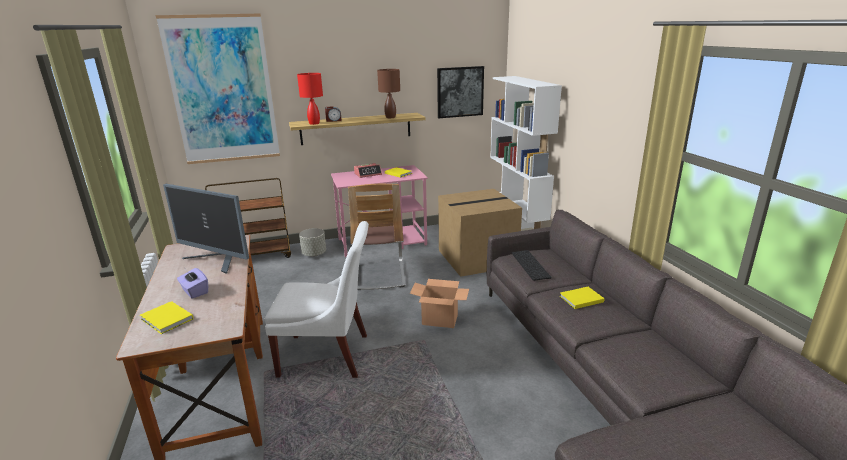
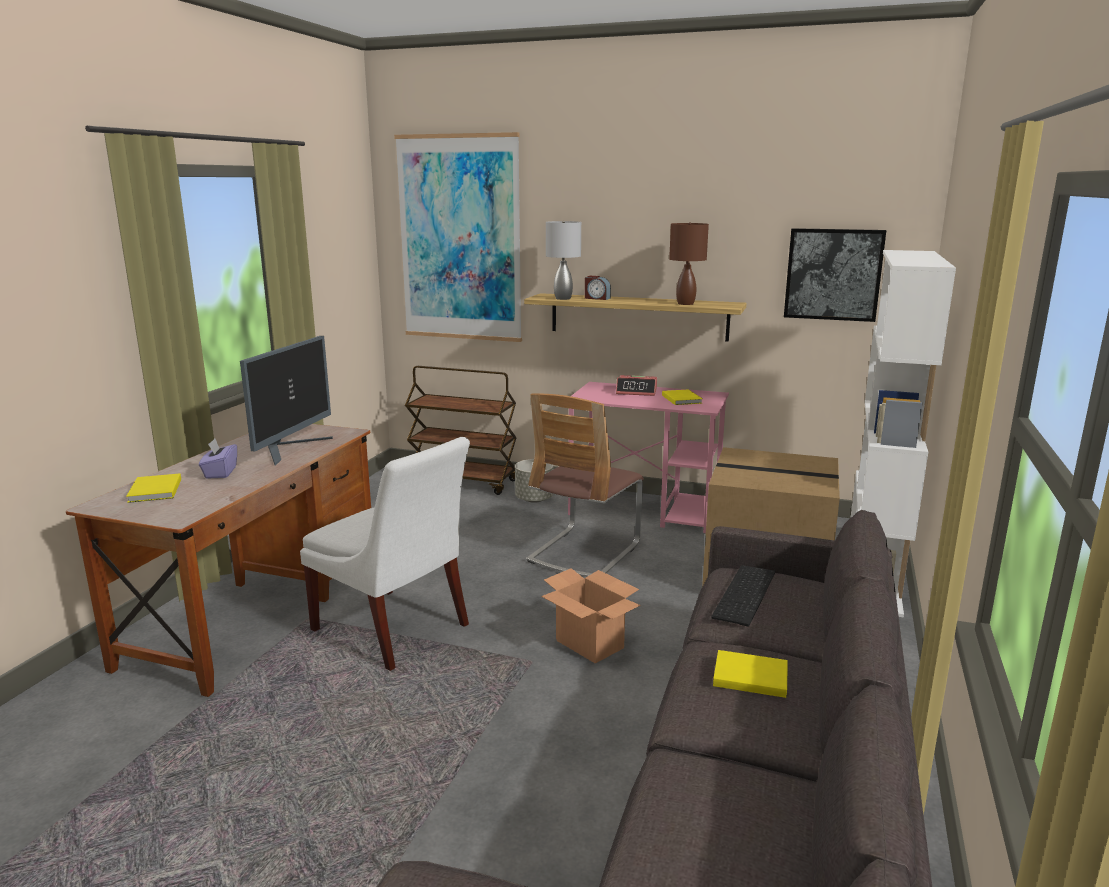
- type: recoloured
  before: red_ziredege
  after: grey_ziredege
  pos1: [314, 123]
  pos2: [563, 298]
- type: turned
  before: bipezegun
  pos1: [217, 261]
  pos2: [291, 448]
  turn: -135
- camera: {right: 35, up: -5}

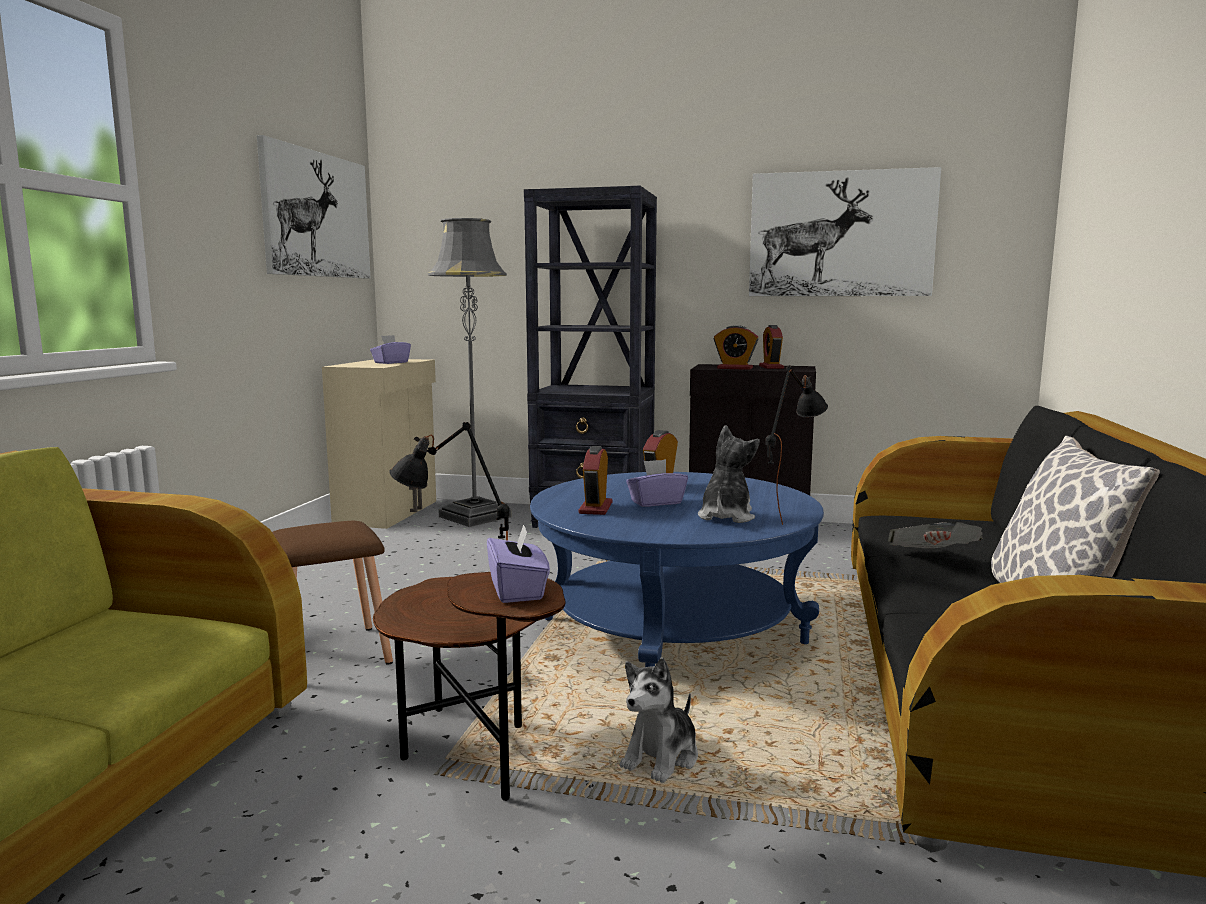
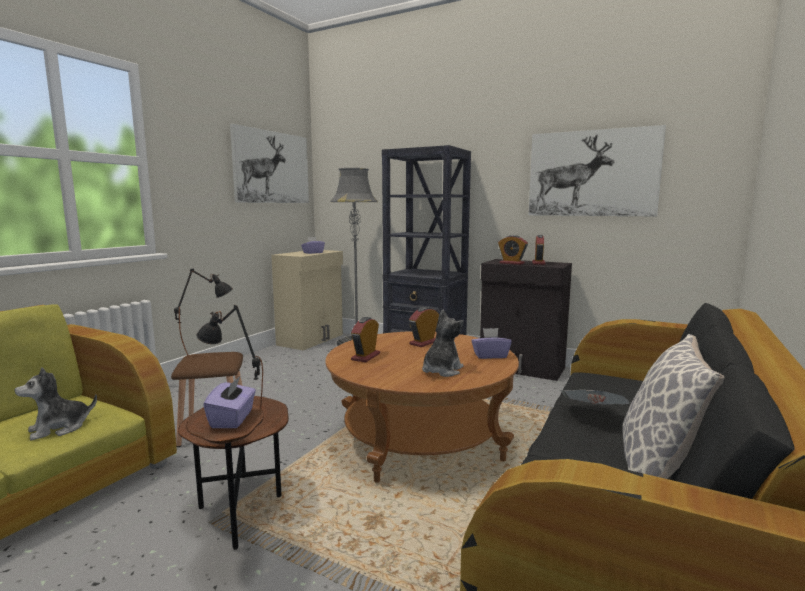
- type: moved
  before: black_ziredege
  pos1: [789, 515]
  pos2: [208, 352]
- type: moved
  before: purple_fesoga
  pos1: [656, 502]
  pos2: [490, 355]
- type: recoloured
  before: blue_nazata
  after: brown_nazata
  pos1: [672, 631]
  pos2: [420, 439]
- type: moved
  before: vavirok
  pos1: [661, 757]
  pos2: [59, 428]
- camera: {right: 15, up: 0}

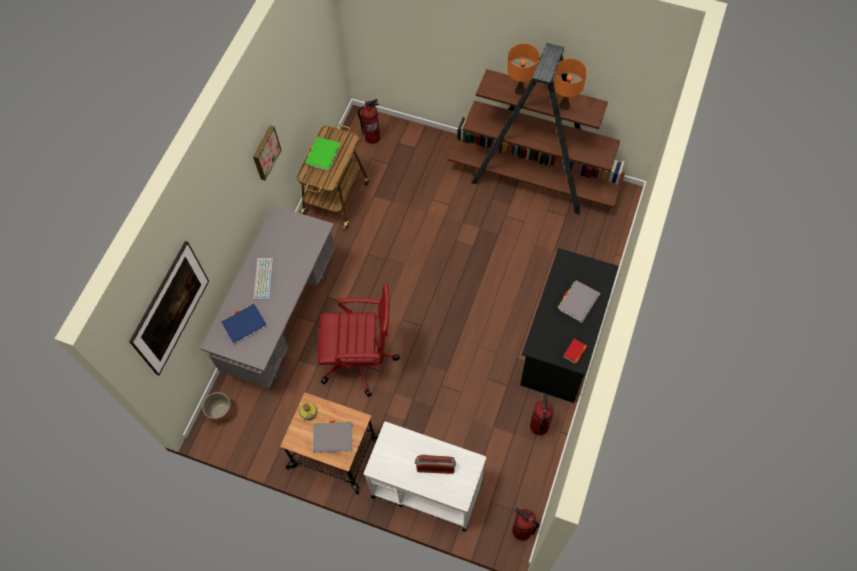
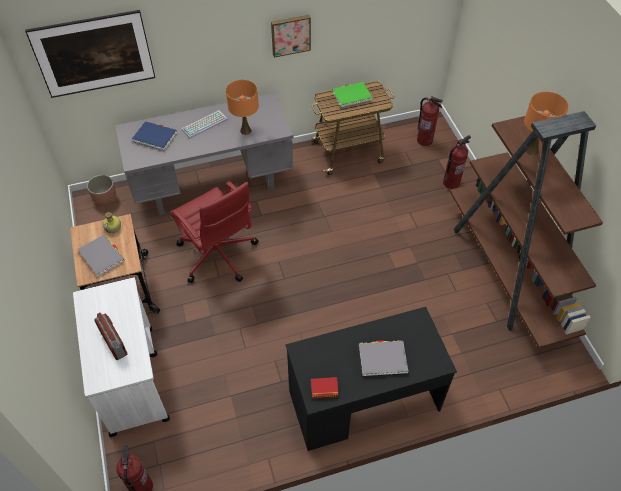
- type: moved
  before: orange_ziredege
  pos1: [564, 105]
  pos2: [246, 131]
- type: moved
  before: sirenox
  pos1: [539, 426]
  pos2: [451, 183]
- camera: {right: 50, up: -10}

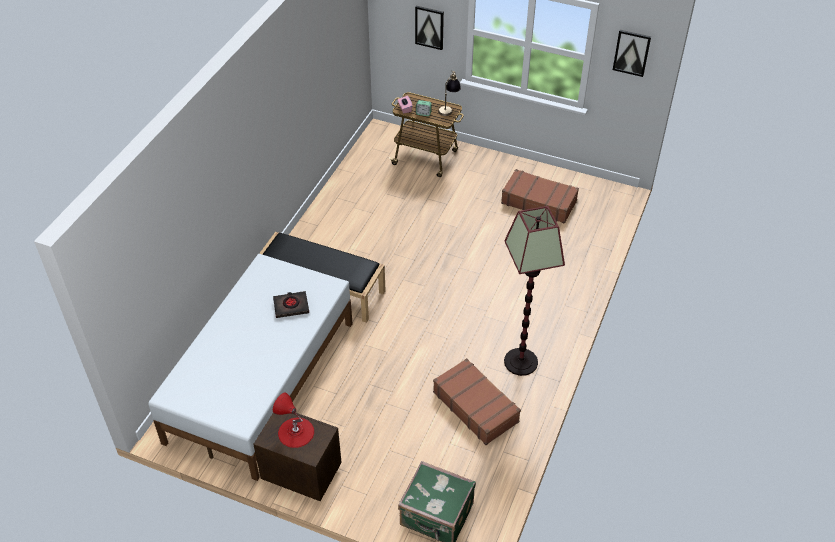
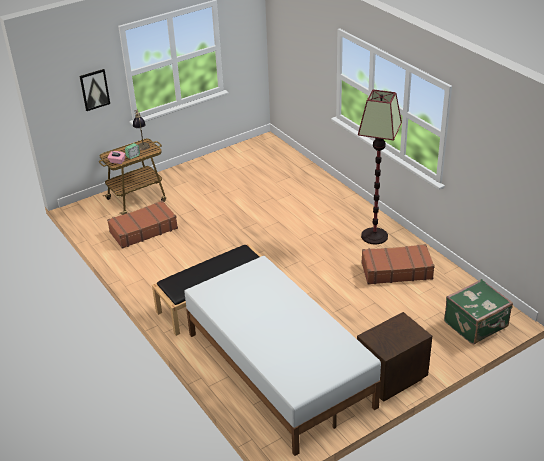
- type: removed
  before: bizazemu
  pos1: [631, 52]
- type: moved
  before: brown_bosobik
  pos1: [538, 202]
  pos2: [143, 230]
- type: removed
  before: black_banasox
  pos1: [291, 306]
- type: removed
  before: red_ziredege
  pos1: [295, 432]
- camera: {right: -55, up: -10}

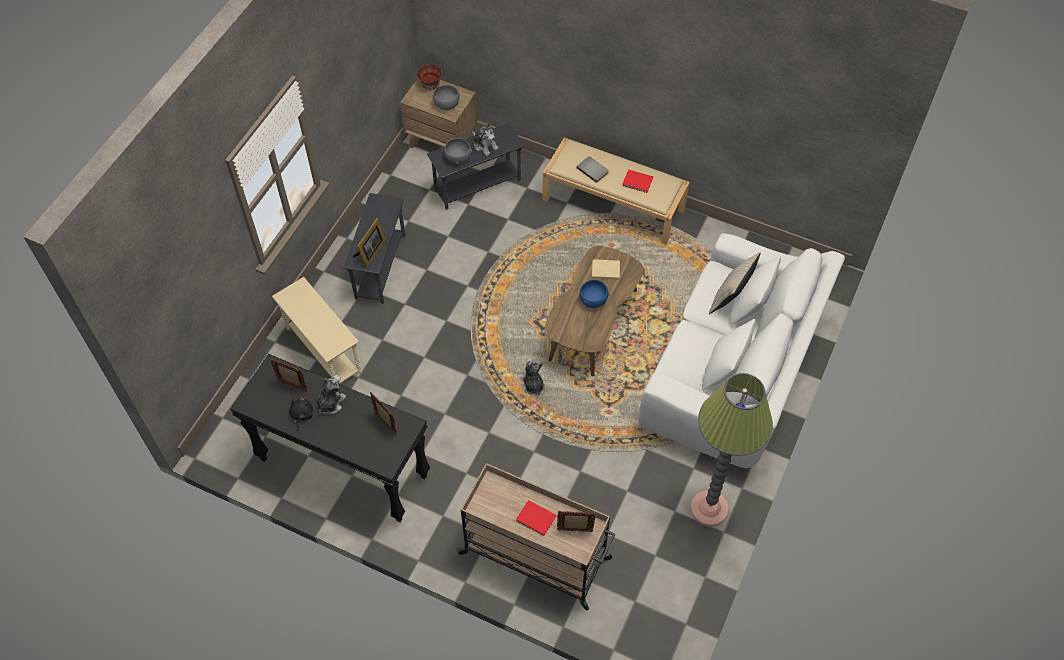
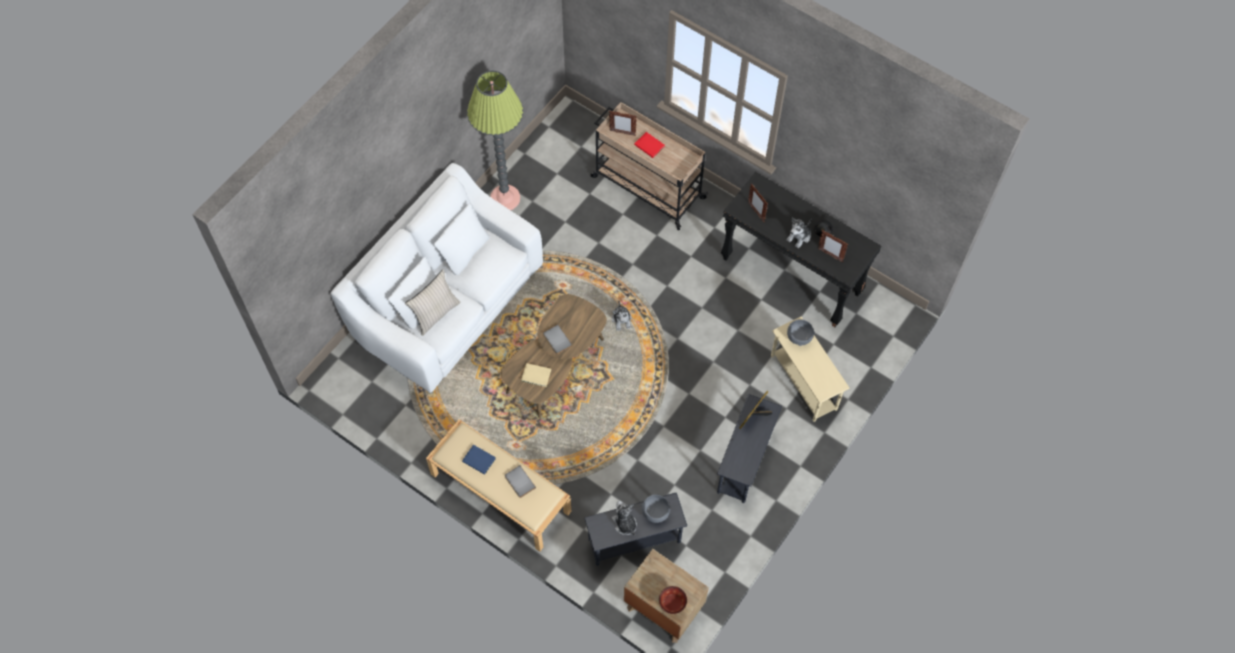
- type: moved
  before: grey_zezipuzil
  pos1: [446, 105]
  pos2: [799, 337]
- type: recoloured
  before: red_banasox
  after: blue_banasox
  pos1: [638, 182]
  pos2: [478, 459]
- type: replaced
  before: blue_zezipuzil
  after: grey_banasox
  pos1: [593, 300]
  pos2: [556, 340]
- camera: {right: -170, up: 5}

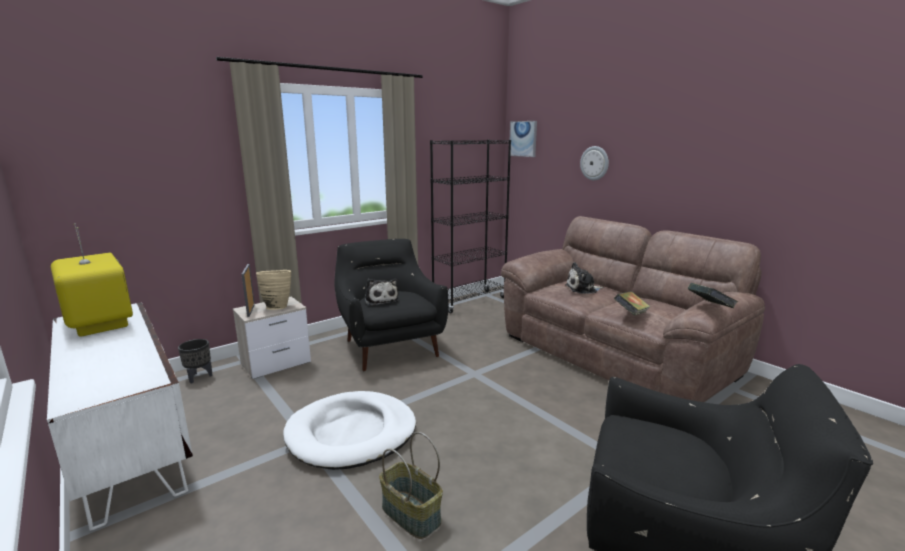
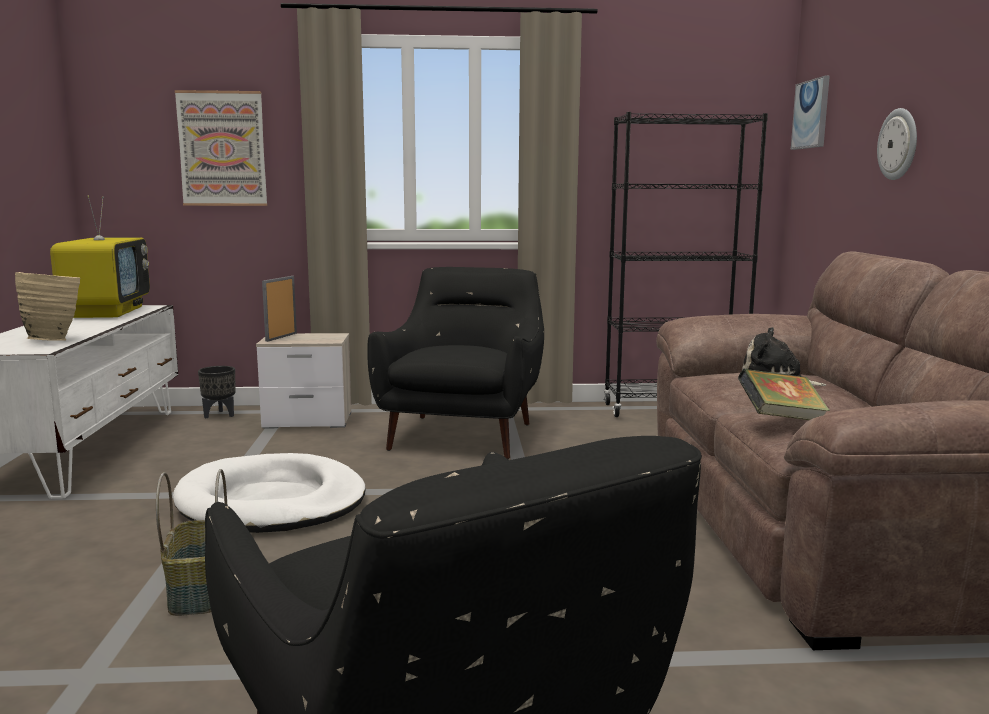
- type: moved
  before: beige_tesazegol
  pos1: [277, 307]
  pos2: [54, 340]
- type: removed
  before: vavirok
  pos1: [381, 300]
- type: removed
  before: banasox
  pos1: [709, 307]
- type: added
  after: bizazemu
  pos2: [222, 149]
- camera: {right: 35, up: -5}

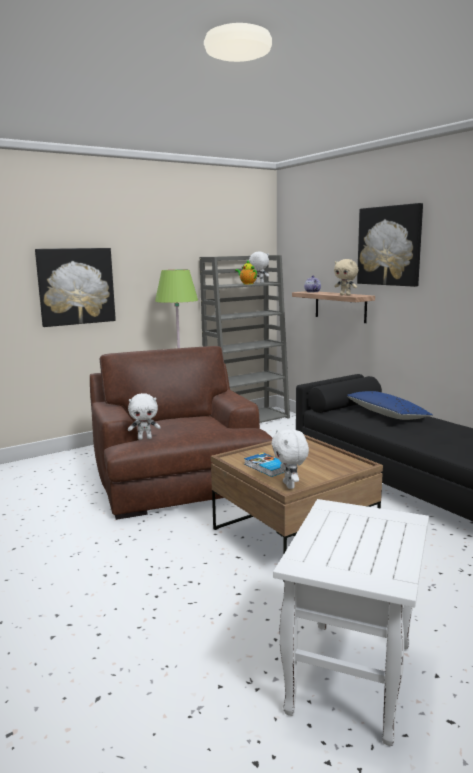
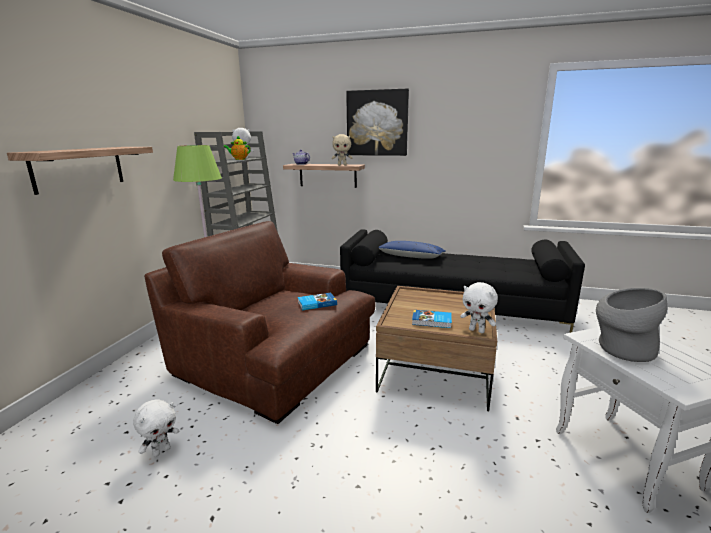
- type: replaced
  before: bizazemu
  after: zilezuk
  pos1: [76, 286]
  pos2: [79, 168]
- type: moved
  before: white_vavirok
  pos1: [145, 438]
  pos2: [161, 451]
- type: added
  after: grey_tesazegol
  pos2: [620, 349]
- type: added
  after: banasox
  pos2: [316, 303]
- camera: {right: -40, up: 5}

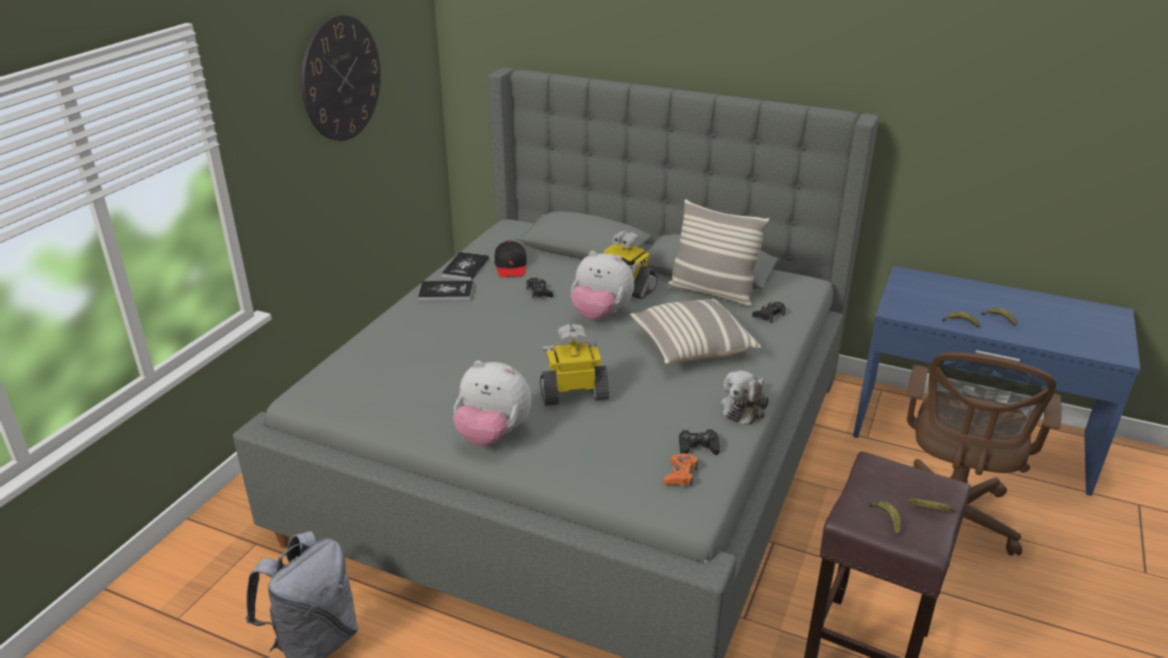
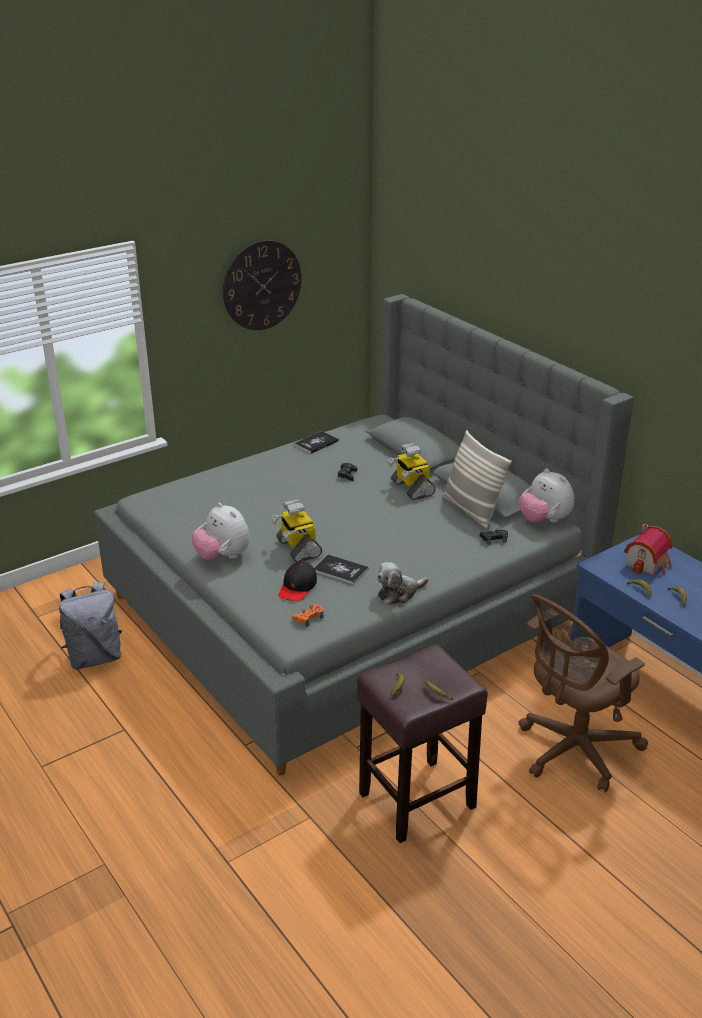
- type: moved
  before: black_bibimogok
  pos1: [511, 266]
  pos2: [298, 587]
- type: moved
  before: vavirok
  pos1: [600, 314]
  pos2: [544, 520]
- type: moved
  before: banasox
  pos1: [446, 292]
  pos2: [340, 570]
- type: removed
  before: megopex
  pos1: [691, 347]
- type: turned
  before: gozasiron
  pos1: [574, 393]
  pos2: [297, 548]
  turn: -135
- type: removed
  before: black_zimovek
  pos1: [698, 447]
- type: added
  after: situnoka
  pos2: [648, 563]
- camera: {right: 30, up: 0}

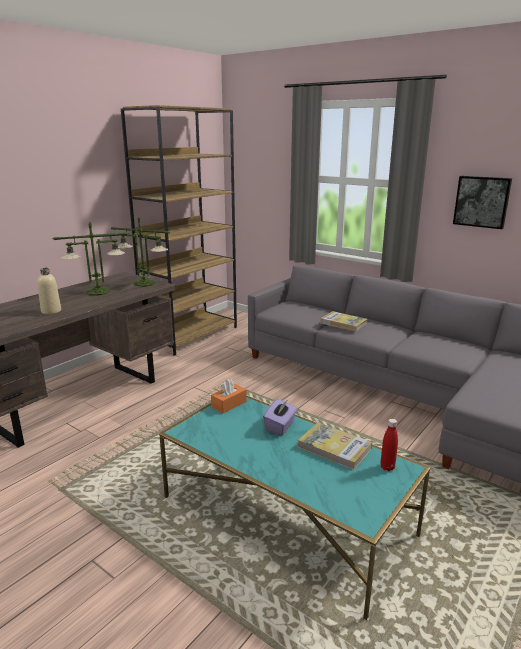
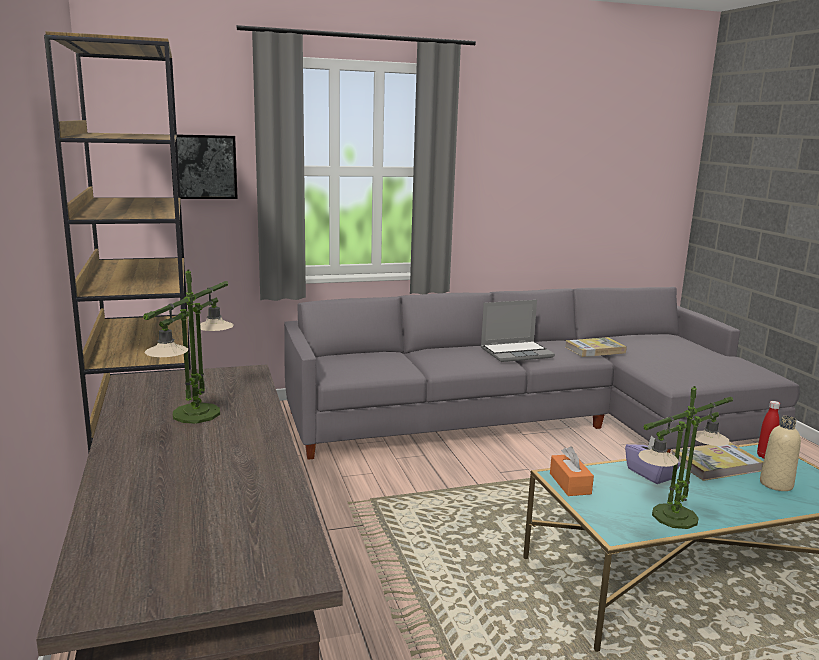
- type: moved
  before: bizazemu
  pos1: [482, 201]
  pos2: [204, 167]
- type: moved
  before: ziredege
  pos1: [144, 283]
  pos2: [674, 517]
- type: moved
  before: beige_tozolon
  pos1: [51, 311]
  pos2: [776, 484]
- type: moved
  before: banasox
  pos1: [343, 323]
  pos2: [595, 350]
- type: added
  after: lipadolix
  pos2: [517, 352]
- camera: {right: -55, up: -5}

